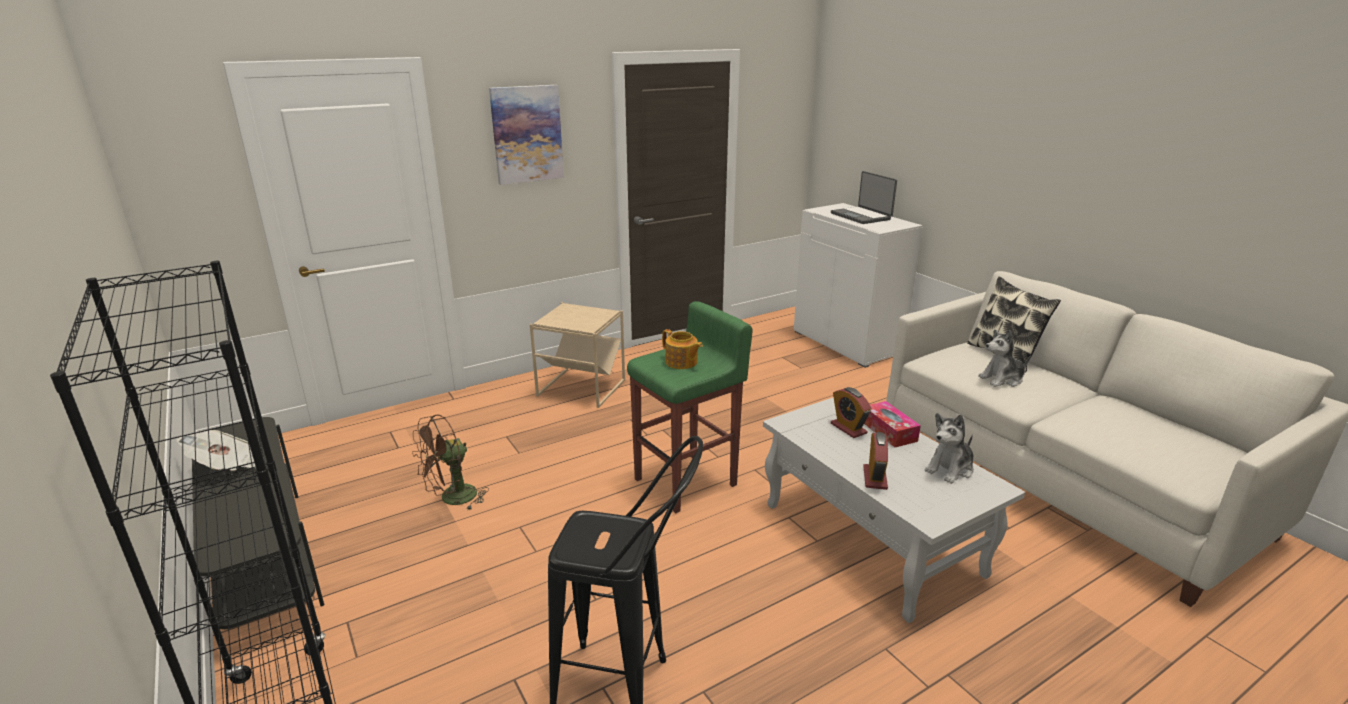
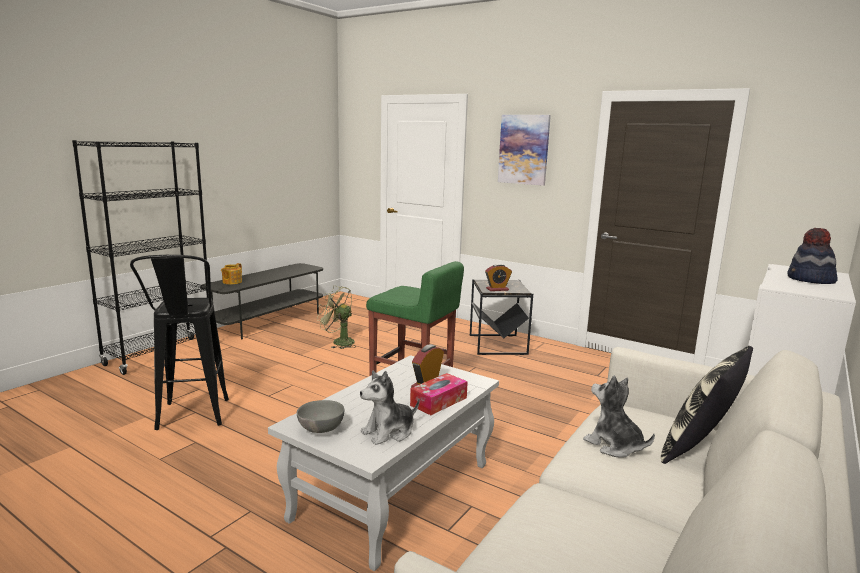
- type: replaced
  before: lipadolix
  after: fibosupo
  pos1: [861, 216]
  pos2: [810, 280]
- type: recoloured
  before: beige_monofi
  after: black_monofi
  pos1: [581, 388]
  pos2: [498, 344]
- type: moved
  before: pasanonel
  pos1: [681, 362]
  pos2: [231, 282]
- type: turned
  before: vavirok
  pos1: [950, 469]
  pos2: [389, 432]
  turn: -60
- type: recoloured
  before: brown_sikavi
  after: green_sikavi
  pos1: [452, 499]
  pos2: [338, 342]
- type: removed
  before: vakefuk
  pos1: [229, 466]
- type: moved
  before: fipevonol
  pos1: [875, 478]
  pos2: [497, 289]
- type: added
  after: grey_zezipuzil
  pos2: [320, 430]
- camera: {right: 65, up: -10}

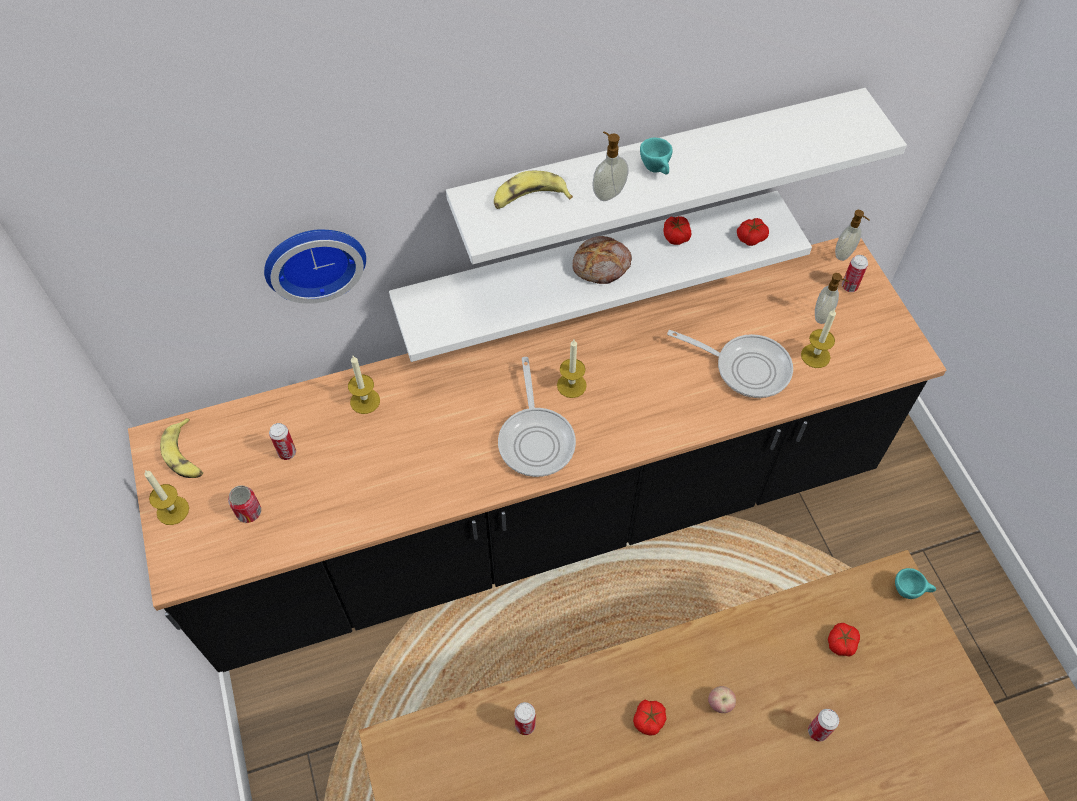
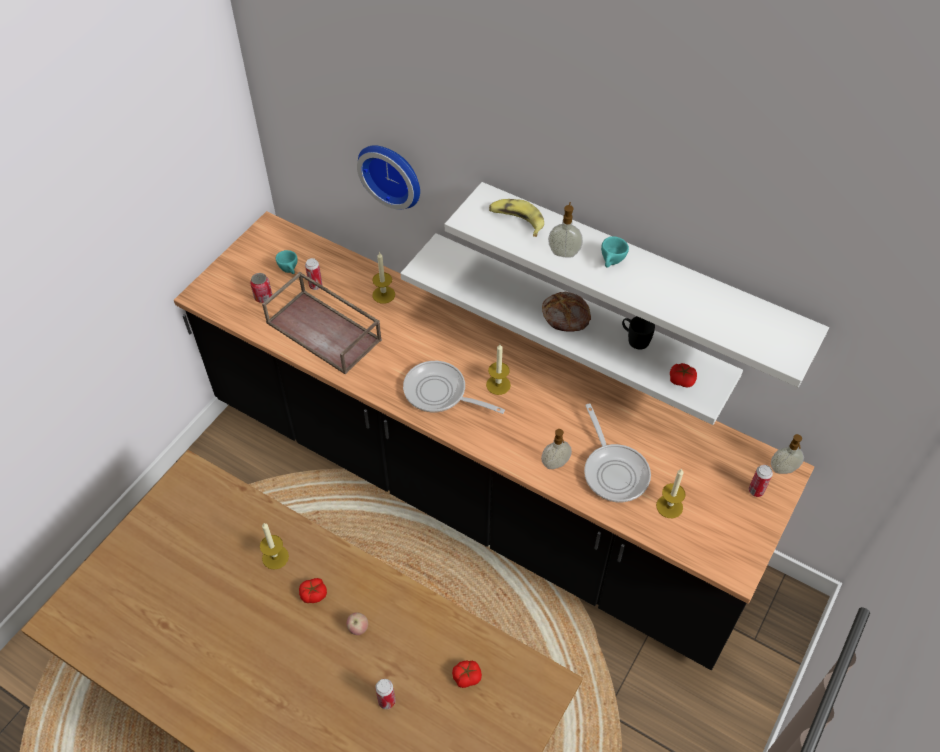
- type: replaced
  before: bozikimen
  after: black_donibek
  pos1: [676, 236]
  pos2: [634, 339]
- type: moved
  before: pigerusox
  pos1: [822, 316]
  pos2: [555, 464]
- type: turned
  before: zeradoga
  pos1: [536, 439]
  pos2: [440, 393]
  turn: 75
- type: removed
  before: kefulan
  pos1: [186, 455]
- type: moved
  before: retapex
  pos1: [172, 510]
  pos2: [275, 557]
- type: moved
  before: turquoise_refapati
  pos1: [909, 591]
  pos2: [290, 271]
- type: removed
  before: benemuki
  pos1: [525, 725]
- type: added
  after: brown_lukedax
  pos2: [325, 331]
- camera: {right: 50, up: -5}

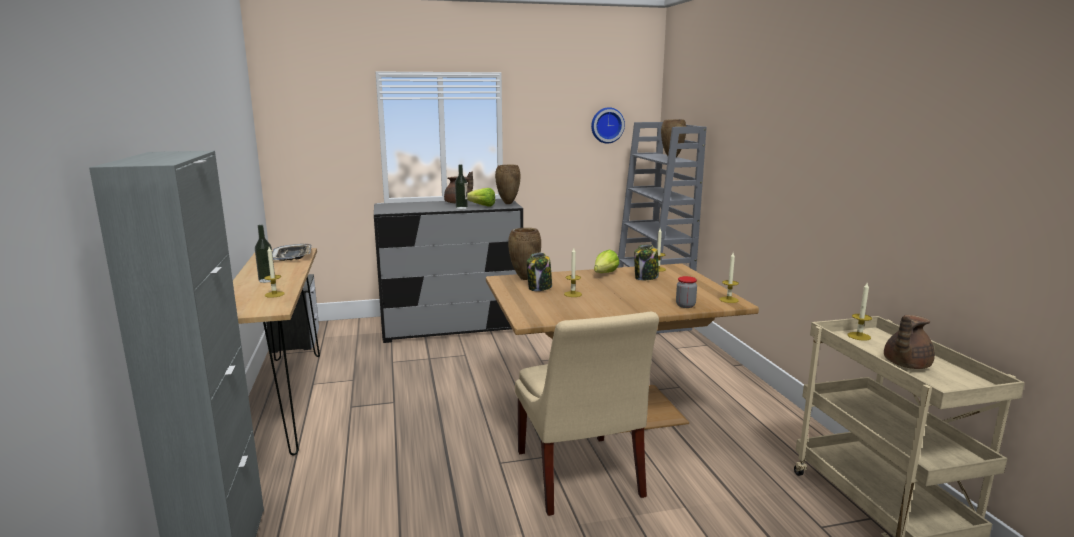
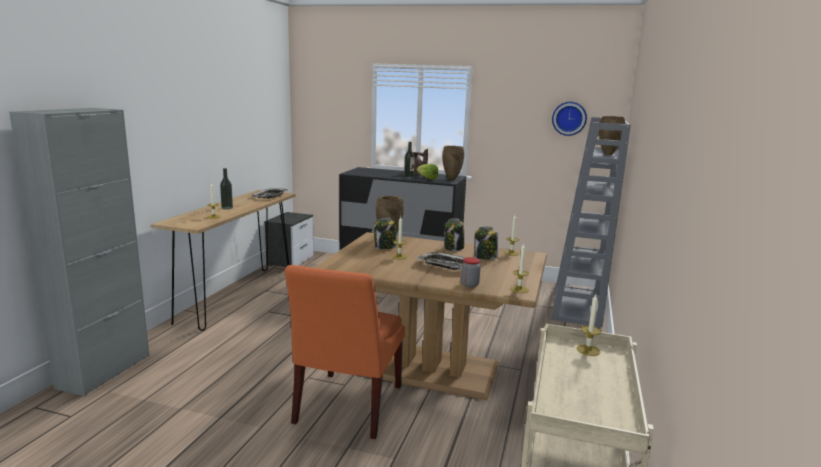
- type: replaced
  before: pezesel
  after: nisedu
  pos1: [602, 275]
  pos2: [454, 248]
- type: recoloured
  before: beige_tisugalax
  after: orange_tisugalax
  pos1: [579, 477]
  pos2: [346, 407]
- type: removed
  before: brown_pasanonel
  pos1: [905, 364]
- type: added
  after: lukedax
  pos2: [445, 265]
- camera: {right: 30, up: 0}

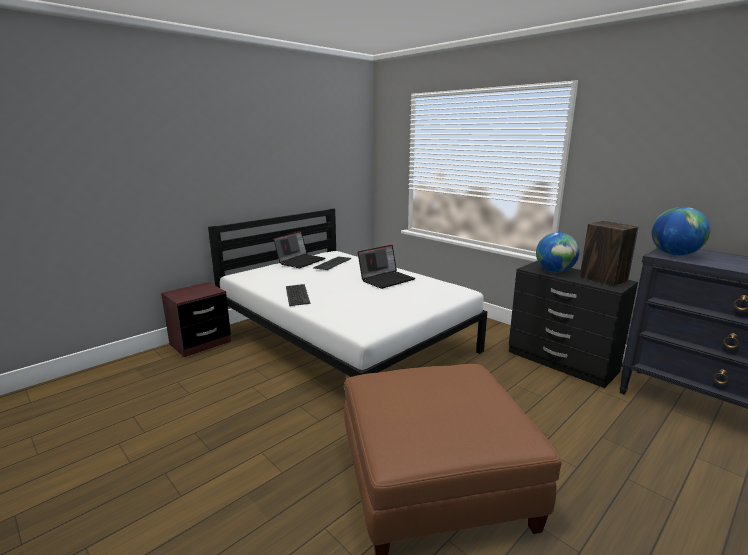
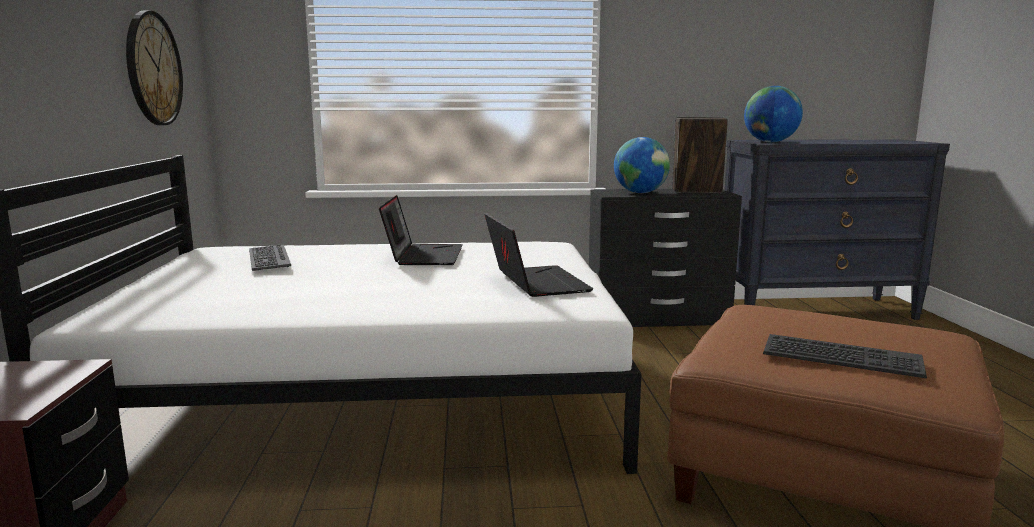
- type: moved
  before: lipadolix
  pos1: [300, 261]
  pos2: [534, 283]
- type: moved
  before: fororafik
  pos1: [296, 295]
  pos2: [841, 357]
- type: added
  after: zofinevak
  pos2: [153, 69]
- camera: {right: -50, up: -5}

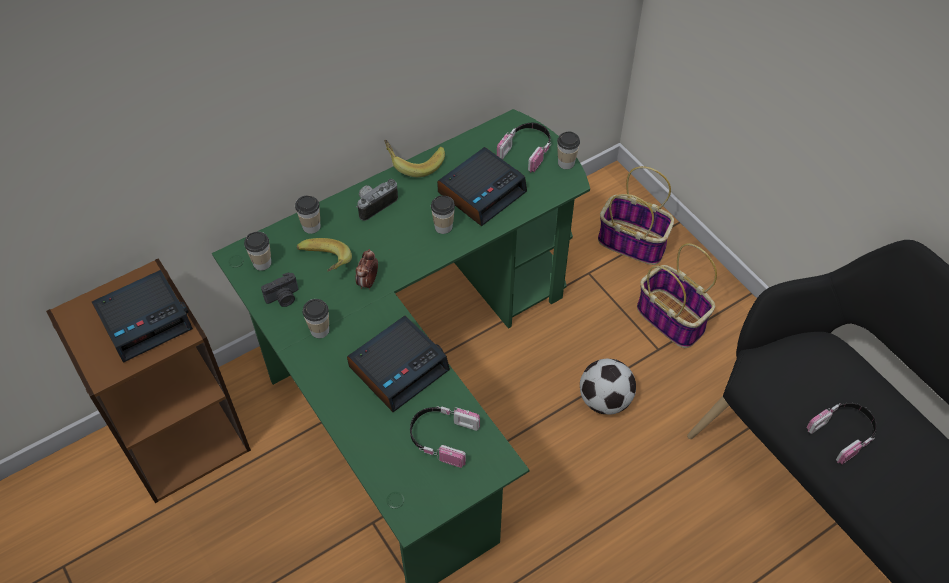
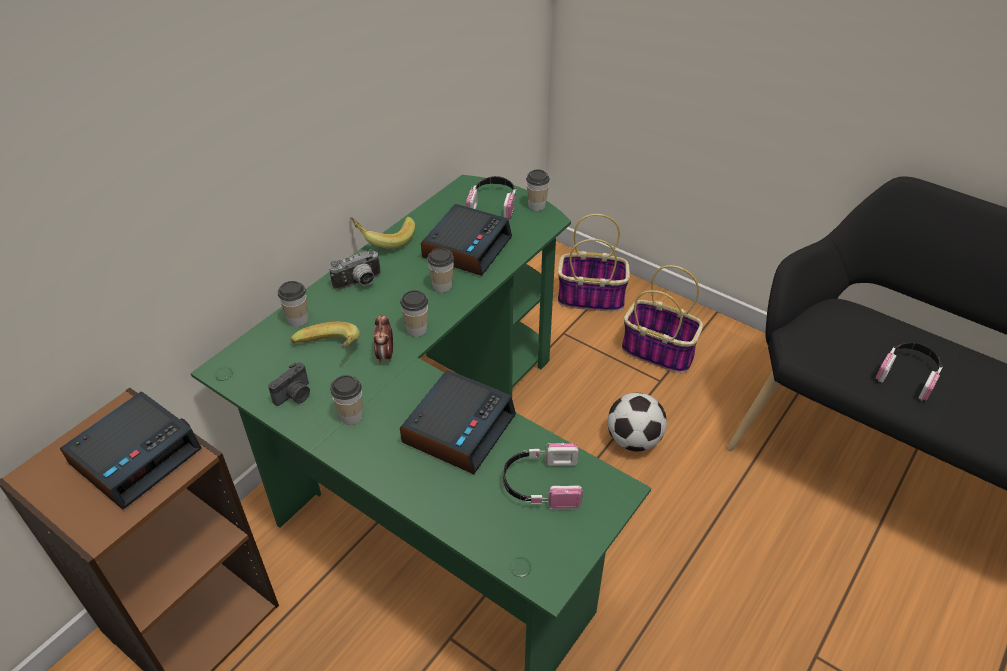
- type: turned
  before: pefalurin
  pos1: [375, 204]
  pos2: [359, 283]
  turn: -150
- type: moved
  before: refapati
  pos1: [262, 263]
  pos2: [417, 329]
- camera: {right: -20, up: -10}

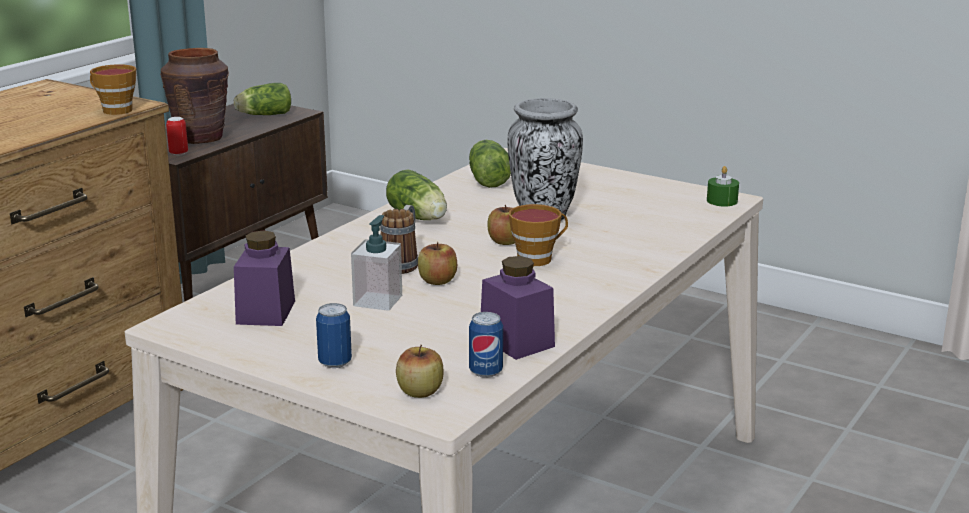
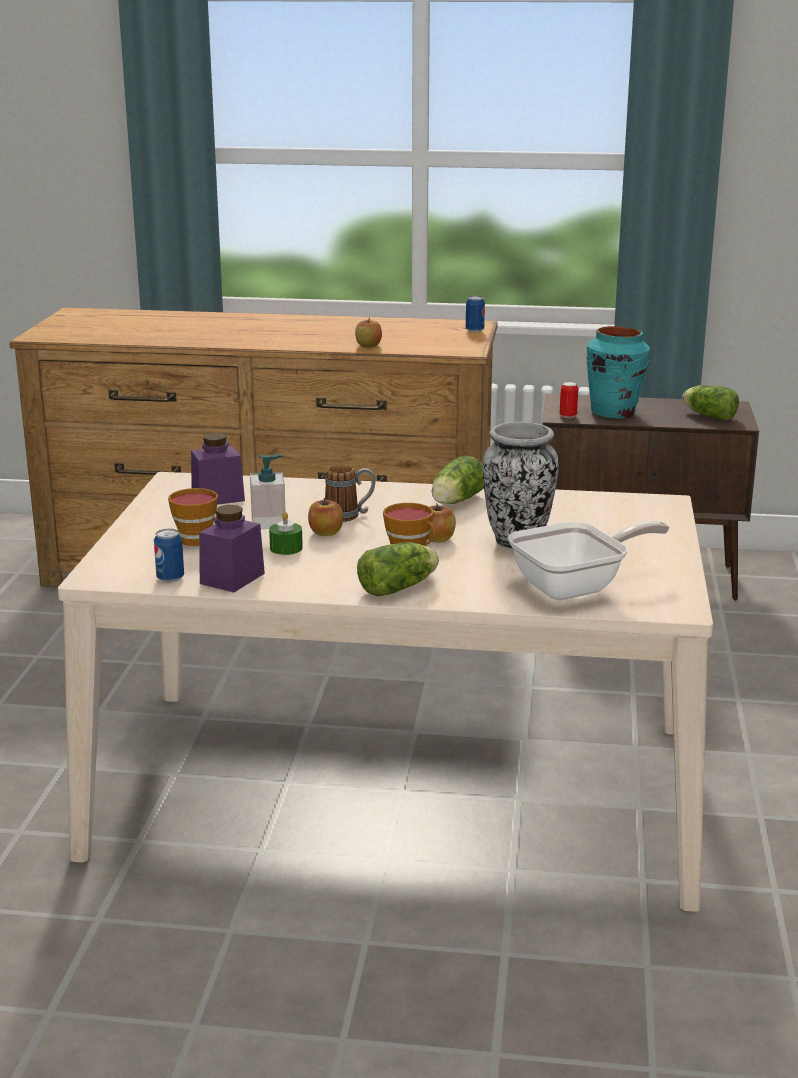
- type: recoloured
  before: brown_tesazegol
  after: turquoise_tesazegol
  pos1: [200, 138]
  pos2: [613, 413]
- type: moved
  before: refapati
  pos1: [114, 110]
  pos2: [195, 538]
- type: moved
  before: pezesel
  pos1: [488, 179]
  pos2: [400, 587]
- type: moved
  before: green_retapex
  pos1: [722, 201]
  pos2: [286, 548]
- type: moved
  before: benemuki
  pos1: [335, 362]
  pos2: [474, 330]
- type: moved
  before: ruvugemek
  pos1: [420, 391]
  pos2: [368, 345]
- type: added
  after: zeradoga
  pos2: [577, 587]
- camera: {right: 65, up: 0}

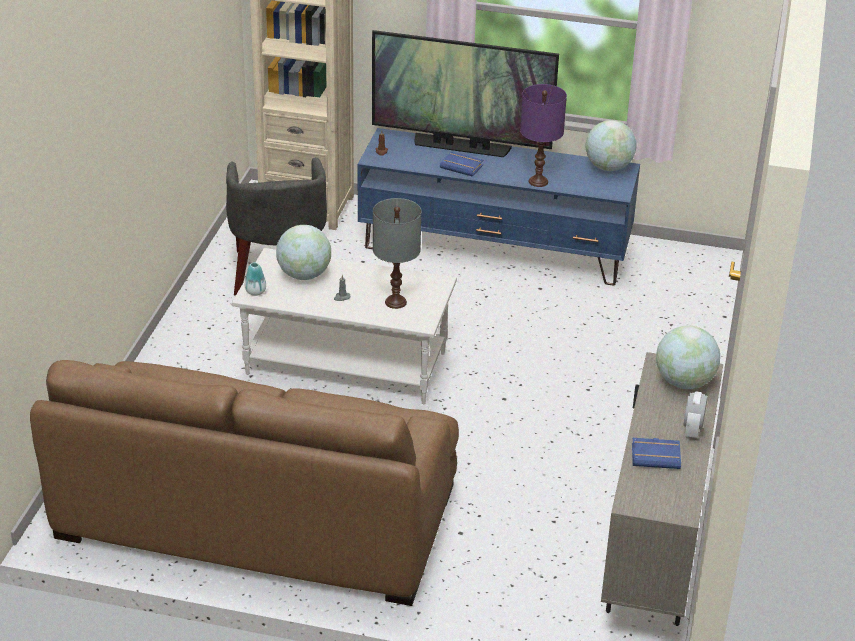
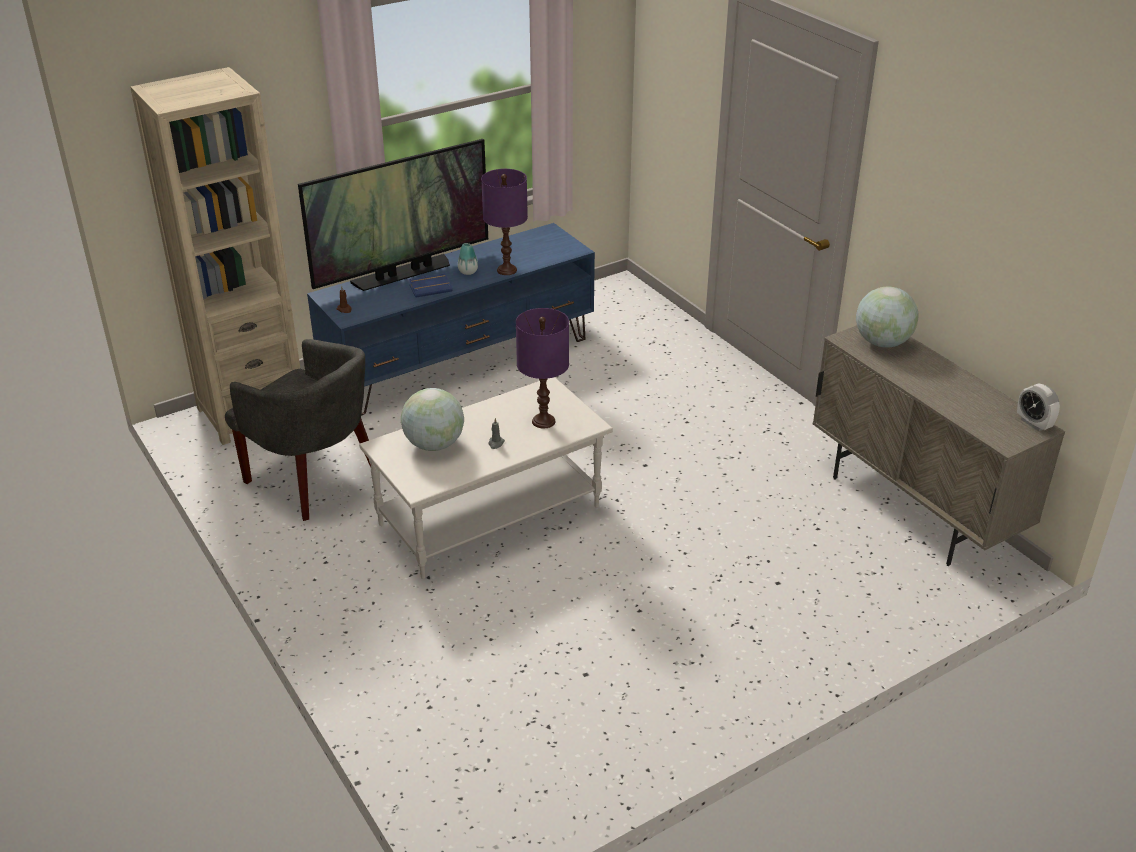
- type: removed
  before: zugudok
  pos1: [608, 167]
- type: recoloured
  before: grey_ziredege
  after: purple_ziredege
  pos1: [395, 302]
  pos2: [543, 421]
- type: moved
  before: tesazegol
  pos1: [255, 292]
  pos2: [468, 272]
- type: removed
  before: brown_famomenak
  pos1: [258, 511]
- type: moved
  before: fipevonol
  pos1: [692, 430]
  pos2: [1033, 423]
- type: removed
  before: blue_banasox
  pos1: [656, 456]
- camera: {right: -45, up: 0}

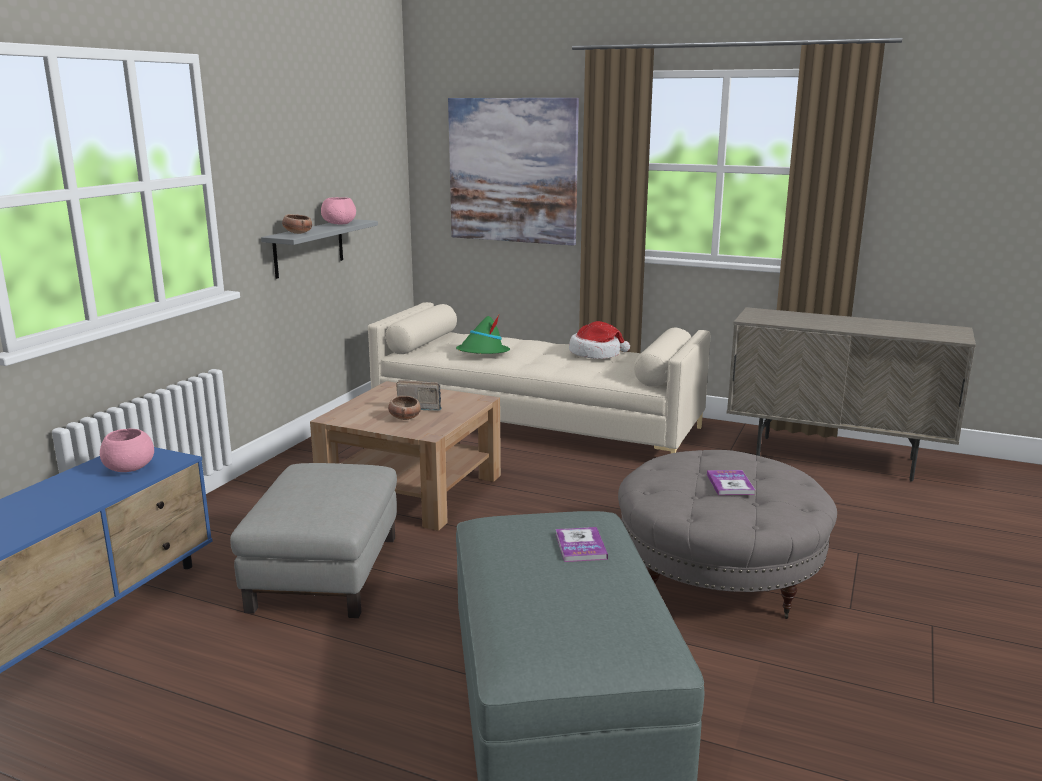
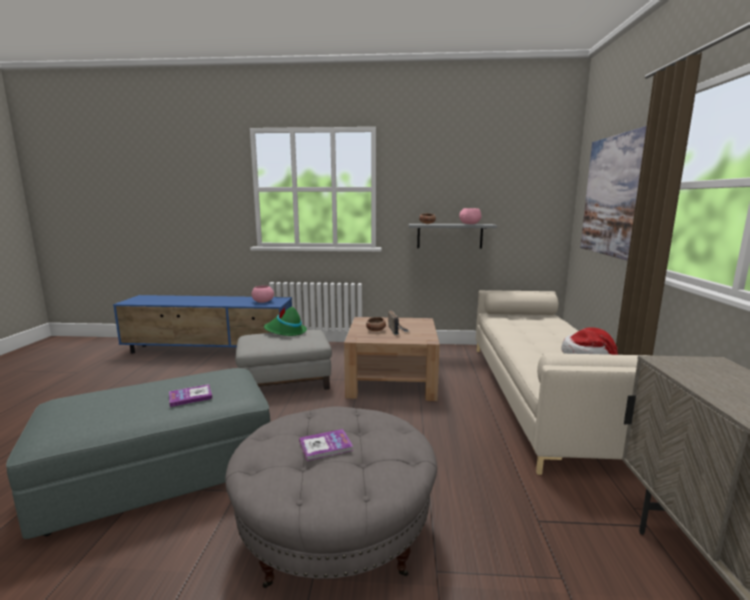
- type: moved
  before: green_fibosupo
  pos1: [482, 353]
  pos2: [285, 332]
- camera: {right: 70, up: -5}

